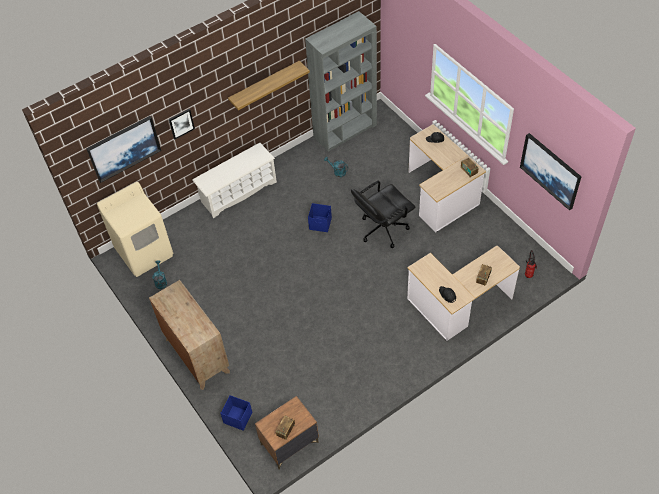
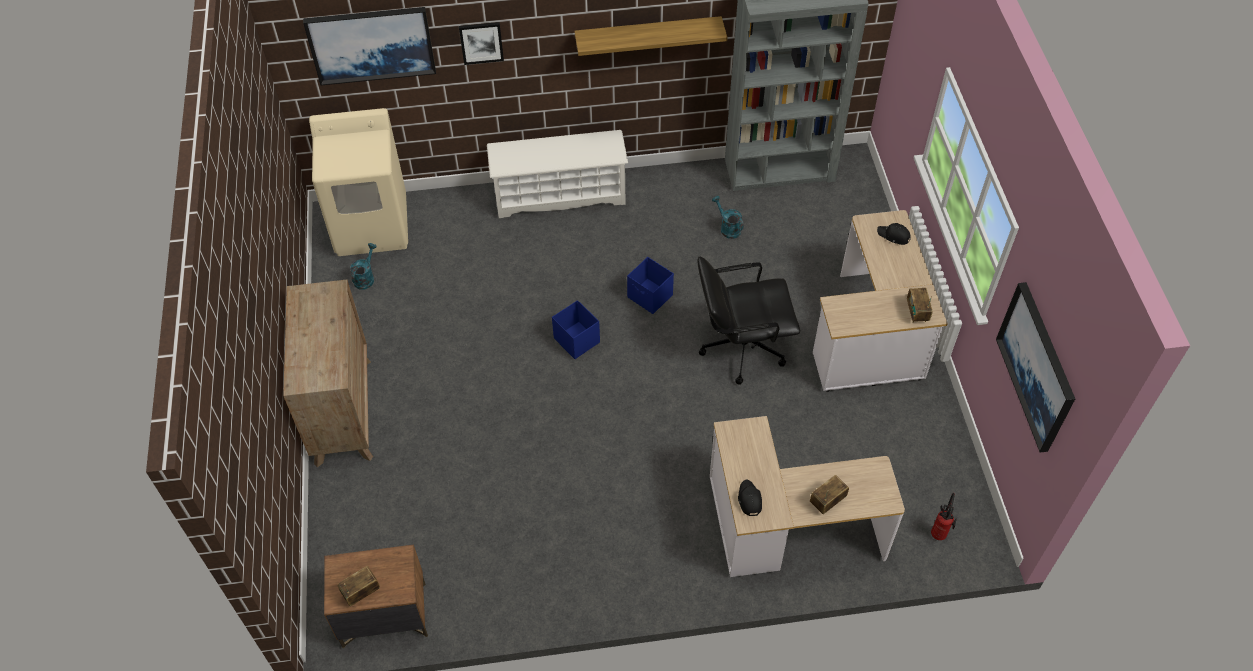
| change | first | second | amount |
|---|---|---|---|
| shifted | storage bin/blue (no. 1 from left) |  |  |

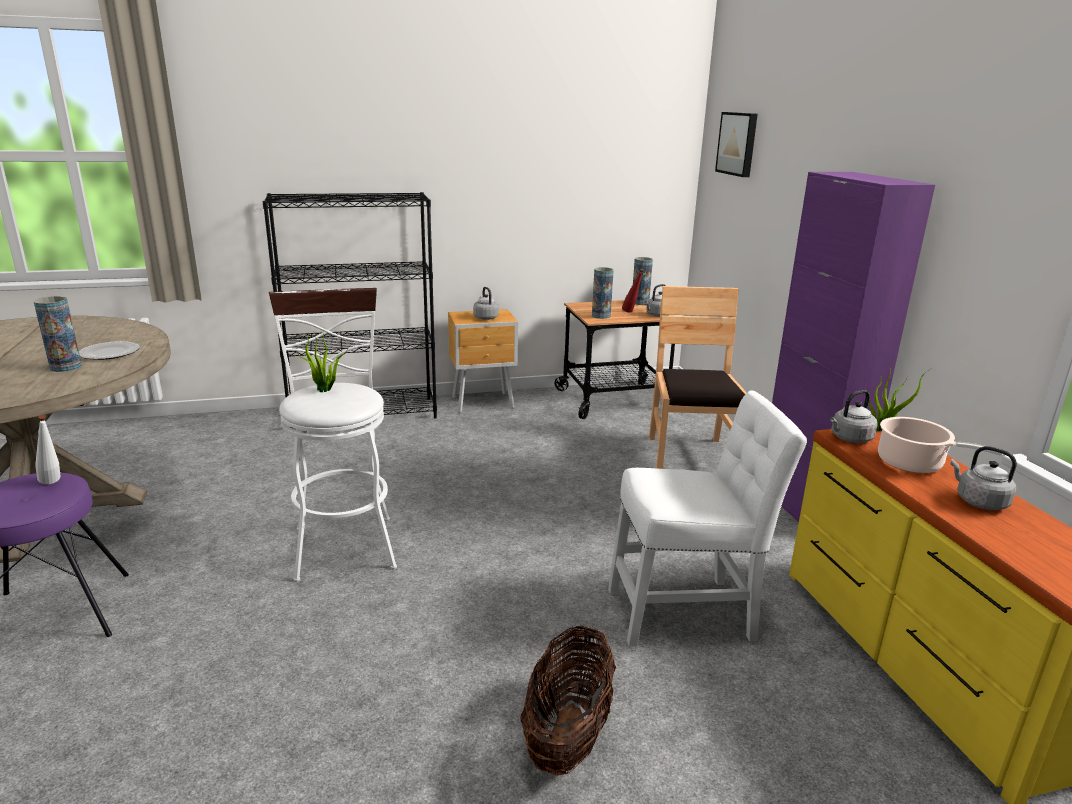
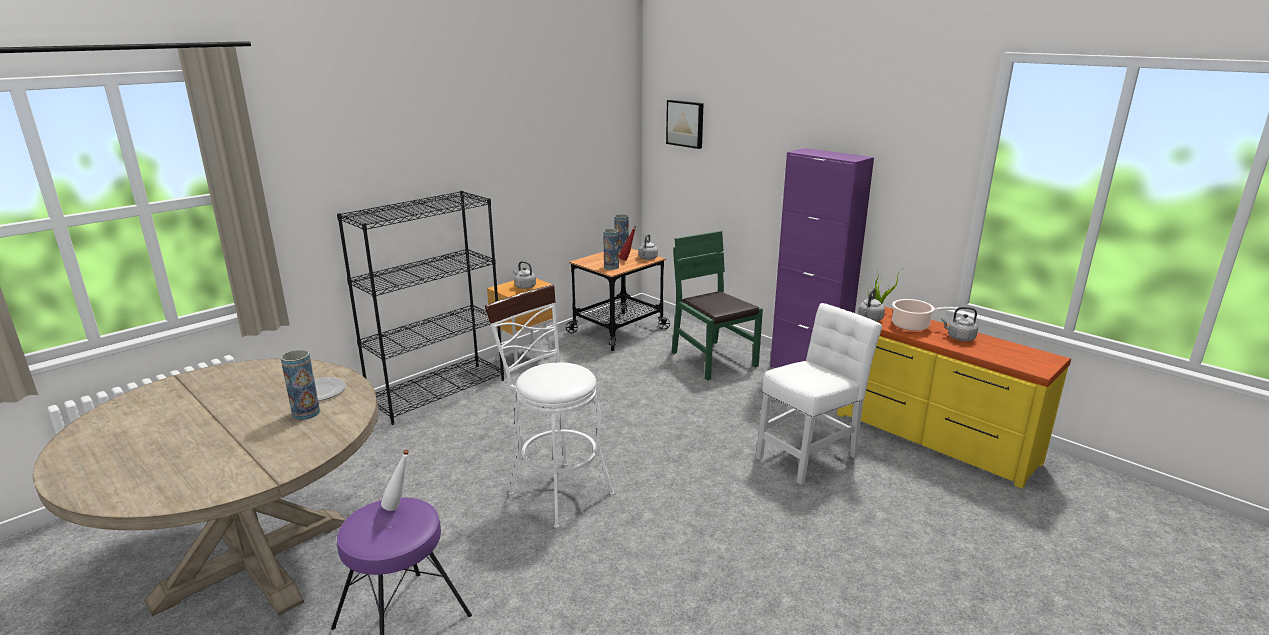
| change | first | second | amount |
|---|---|---|---|
| gone | plant in a pot (no. 1 from left) |  |  |
| gone | household basket |  |  |
| repainted | upright chair/brownish | upright chair/green-coloured |  |

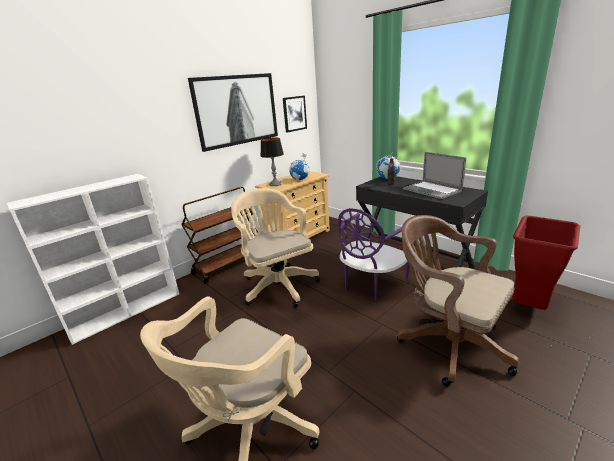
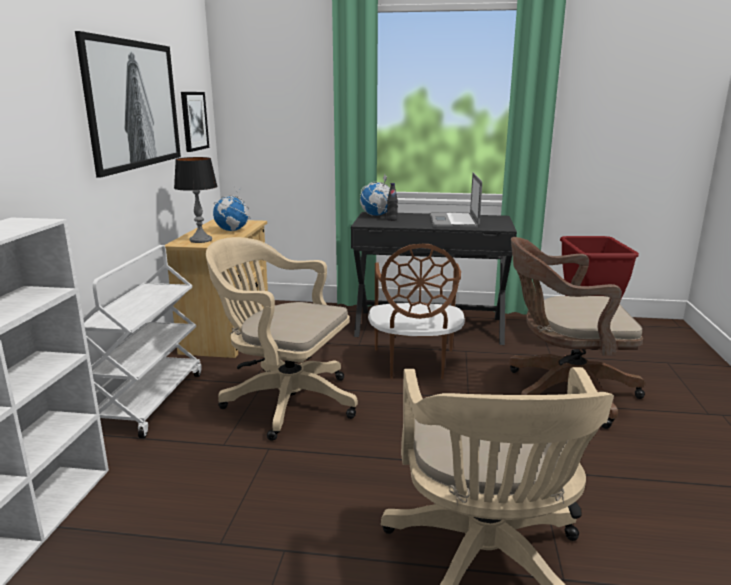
| change | first | second | amount |
|---|---|---|---|
| repainted | trolley/brownish | trolley/white-coloured |  |
| repainted | upright chair/purple | upright chair/brownish |  |
| rotated | laptop |  | 75 degrees clockwise |

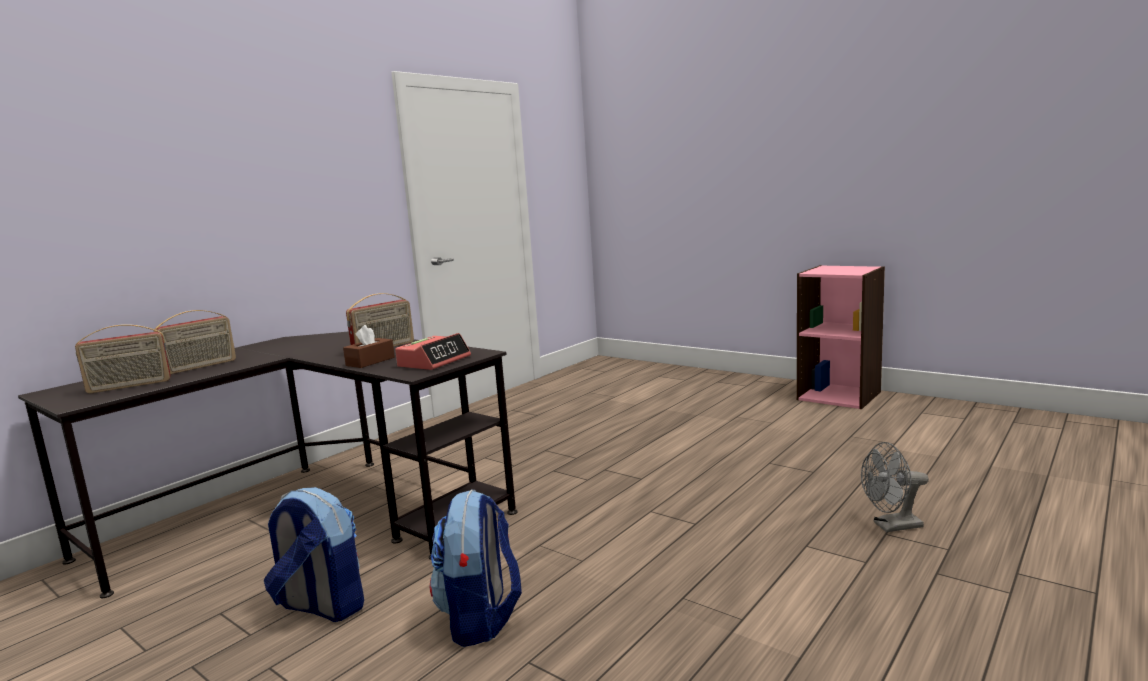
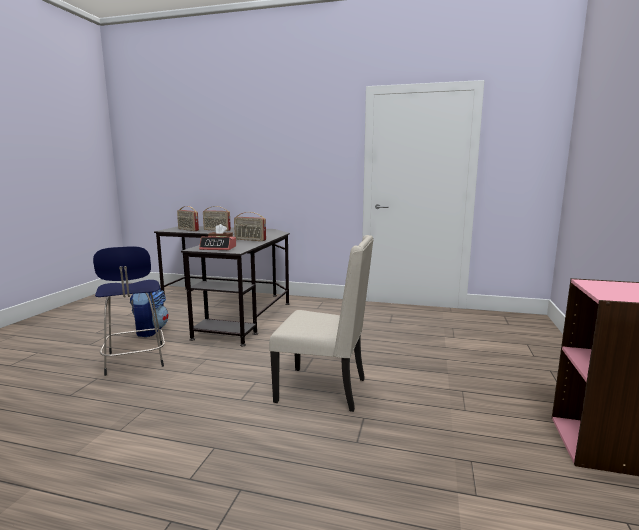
| change | first | second | amount |
|---|---|---|---|
| gone | fan/greyish |  |  |
| new |  | upright chair/beige |  |
| swapped | knapsack (no. 2 from left) | stool seat/blue |  |

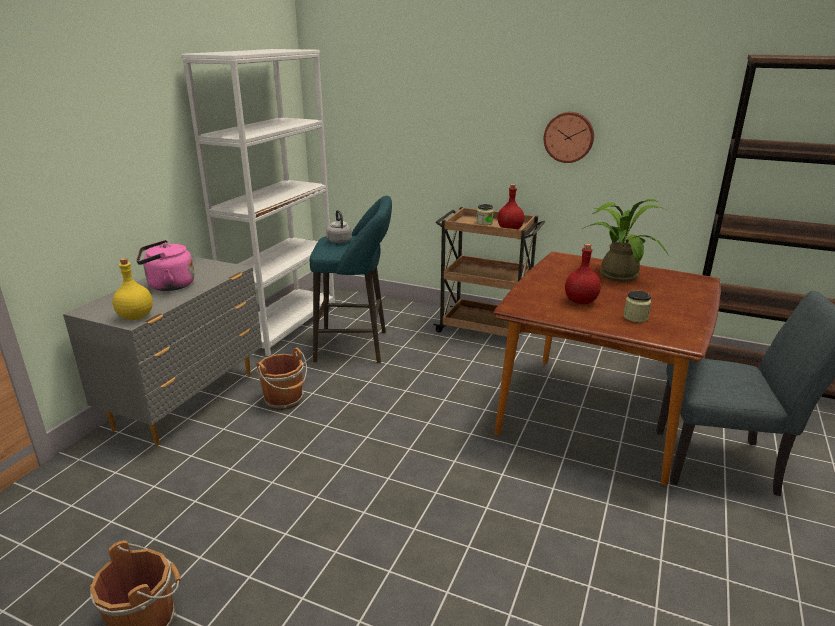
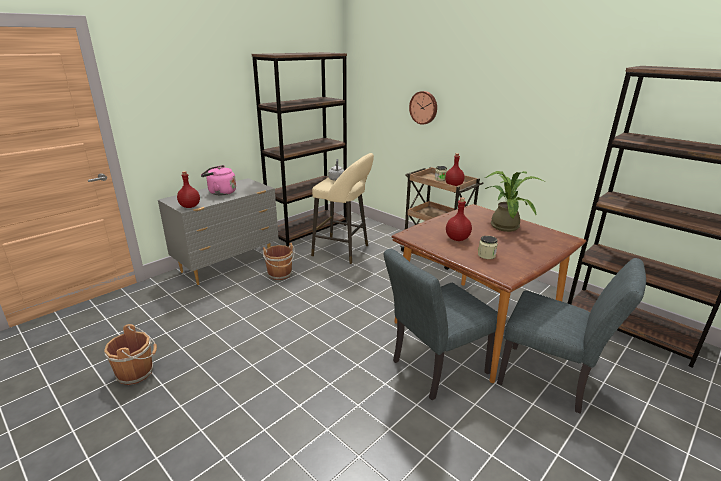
| change | first | second | amount |
|---|---|---|---|
| new |  | upright chair/greyish (no. 1 from left) |  |
| shifted | hanging clock |  |  |
| repainted | beverage bottle/yellow | beverage bottle/red (no. 1 from left) |  |
| repainted | bookshelf/white-coloured | bookshelf/brownish (no. 1 from left) |  |
| repainted | stool seat/turquoise-coloured | stool seat/beige |  |

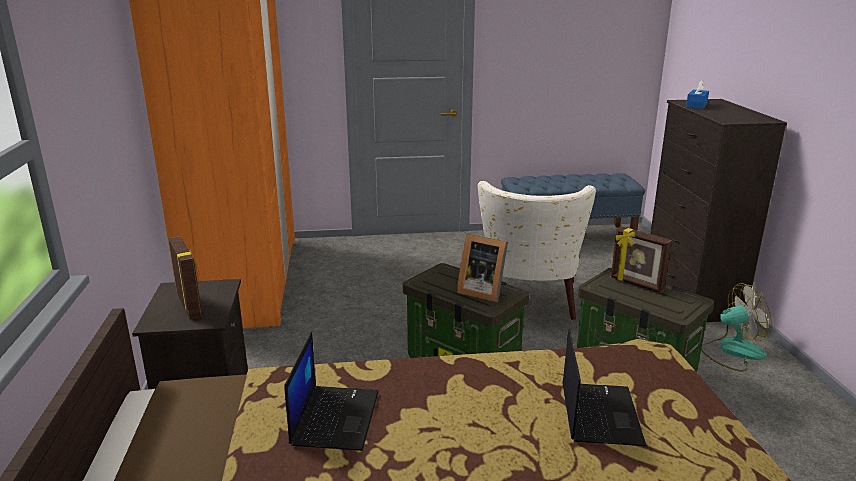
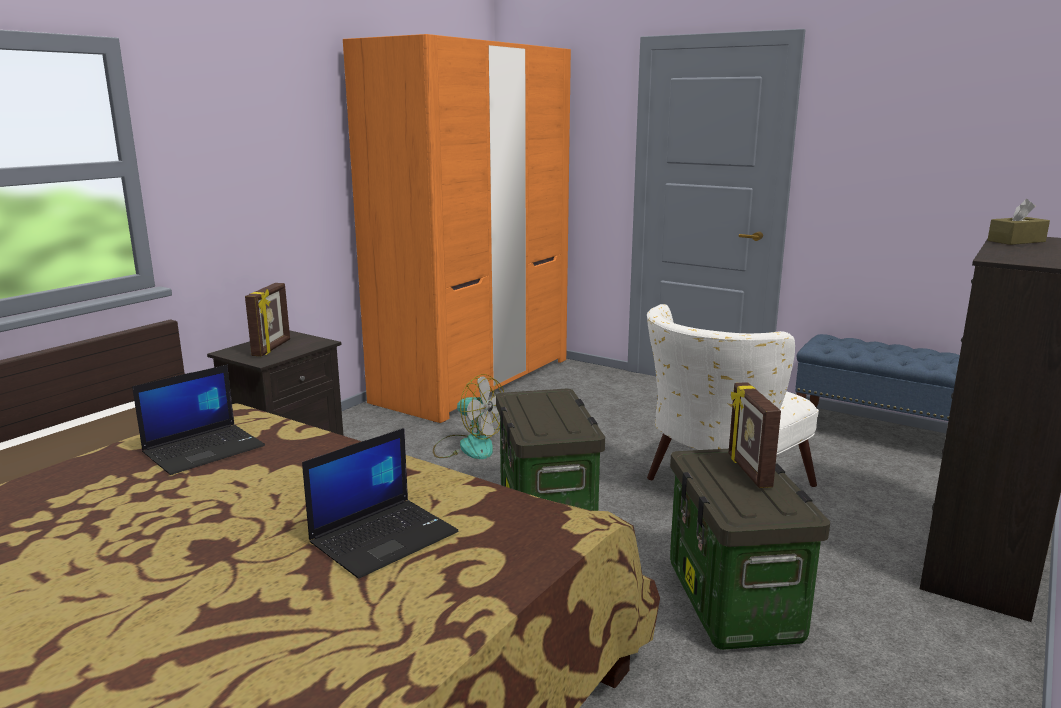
| change | first | second | amount |
|---|---|---|---|
| gone | photo frame (no. 2 from left) |  |  |
| shifted | fan |  |  |
| repainted | tissue box/blue | tissue box/brownish |  |

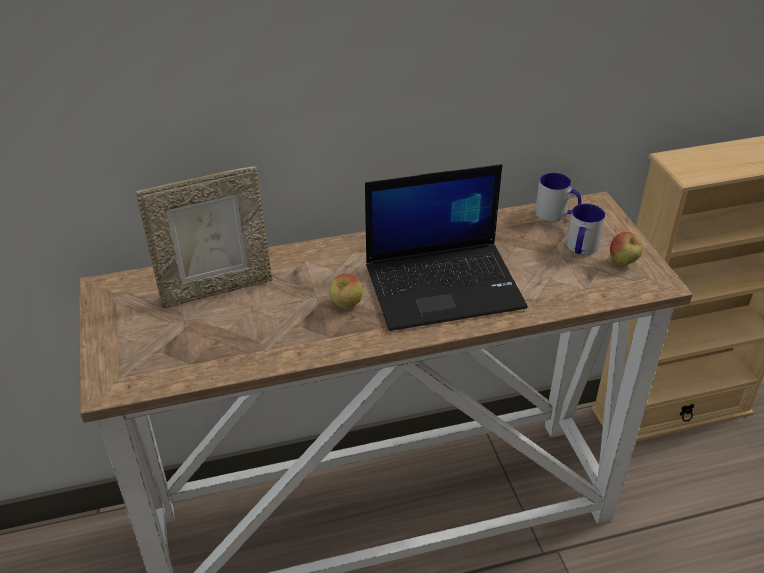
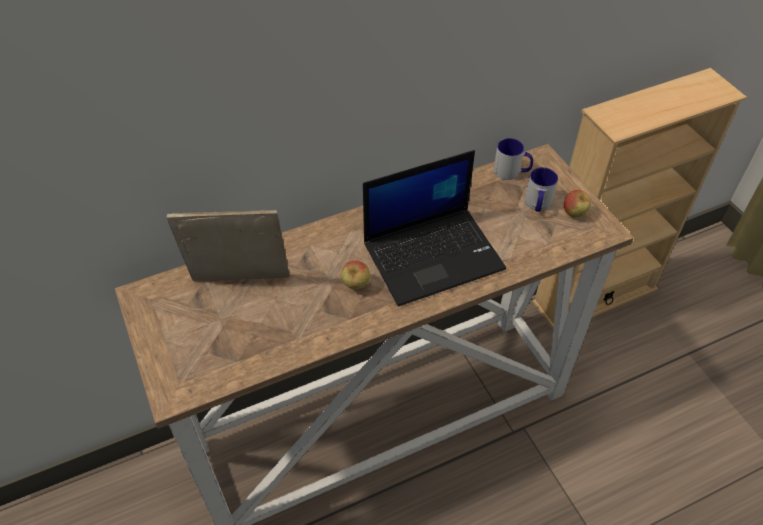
| change | first | second | amount |
|---|---|---|---|
| rotated | photo frame |  | 150 degrees counterclockwise |

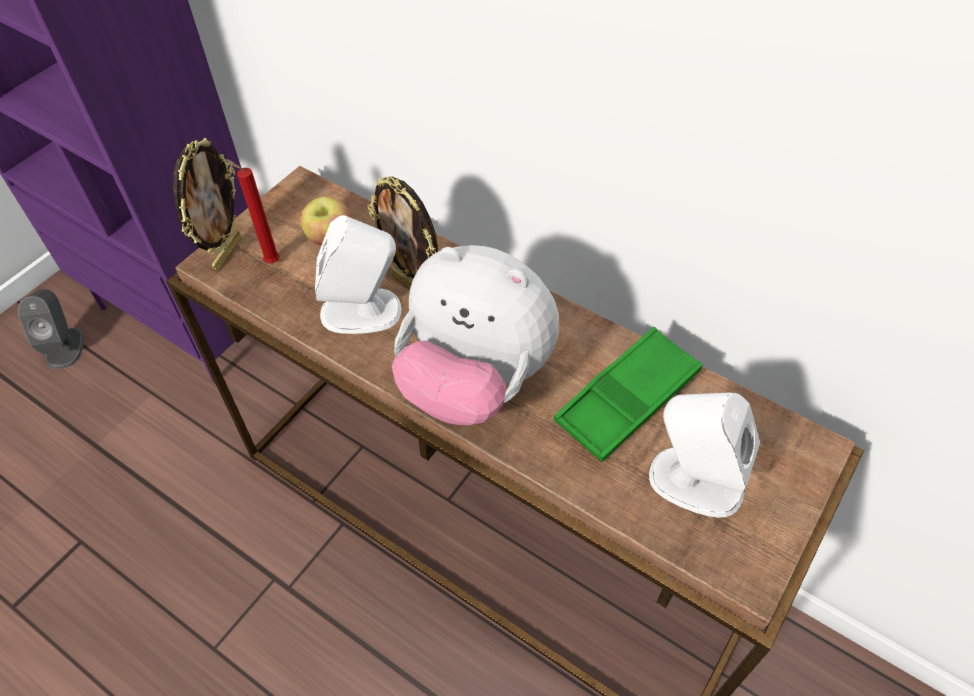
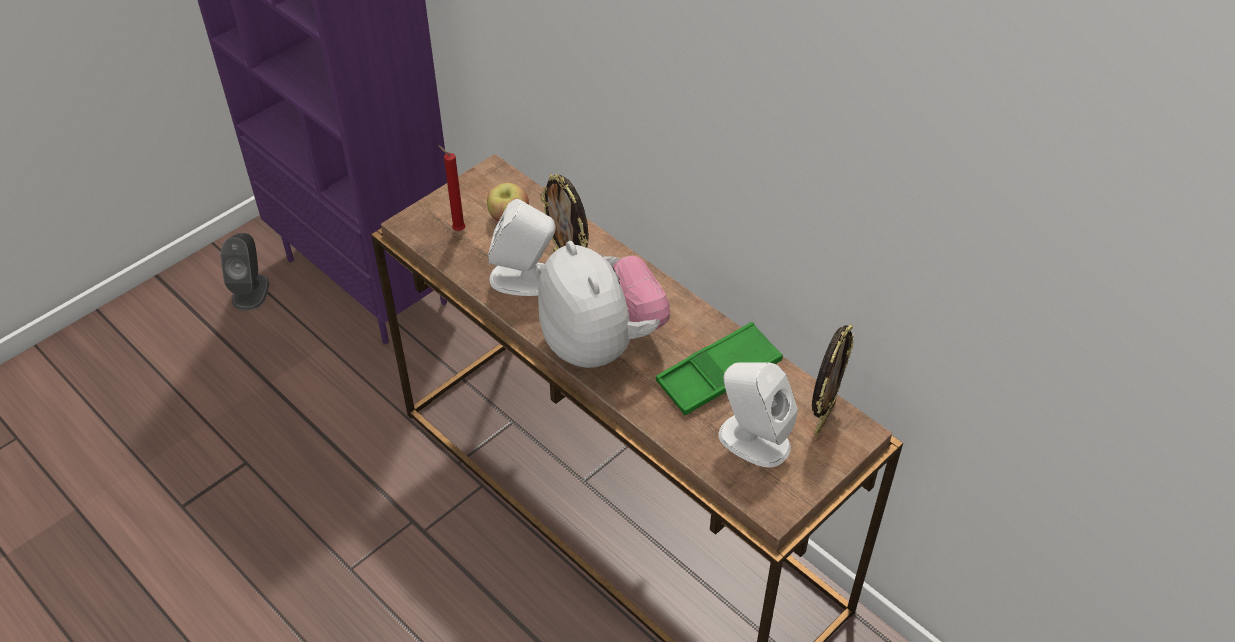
| change | first | second | amount |
|---|---|---|---|
| shifted | photo frame (no. 1 from left in the first image) | photo frame (no. 2 from left) |  |
| rotated | cuddly toy |  | 150 degrees counterclockwise |

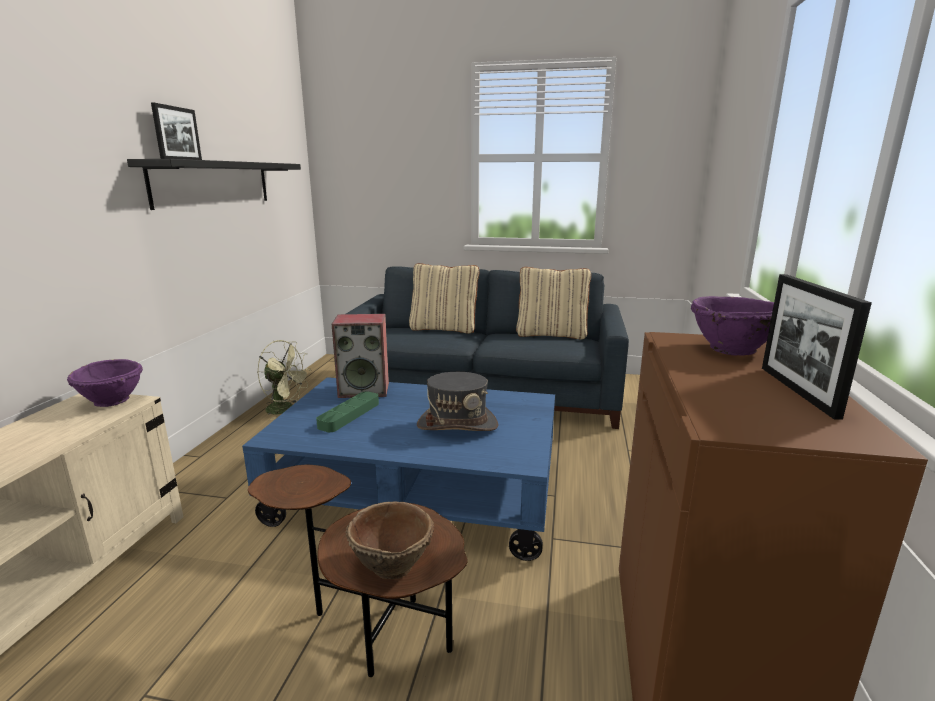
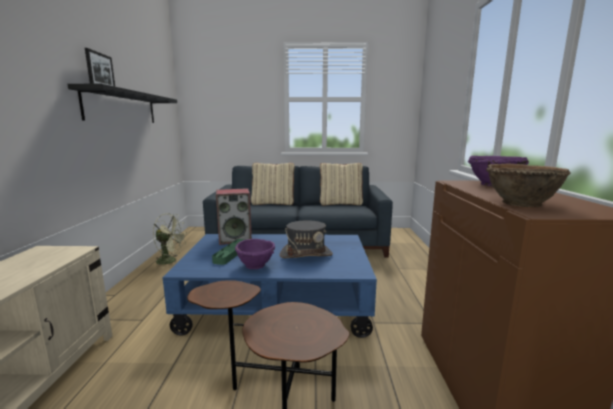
| change | first | second | amount |
|---|---|---|---|
| gone | photo frame (no. 2 from left) |  |  |
| shifted | bowl/purple (no. 1 from left) |  |  |
| shifted | bowl/brownish |  |  |

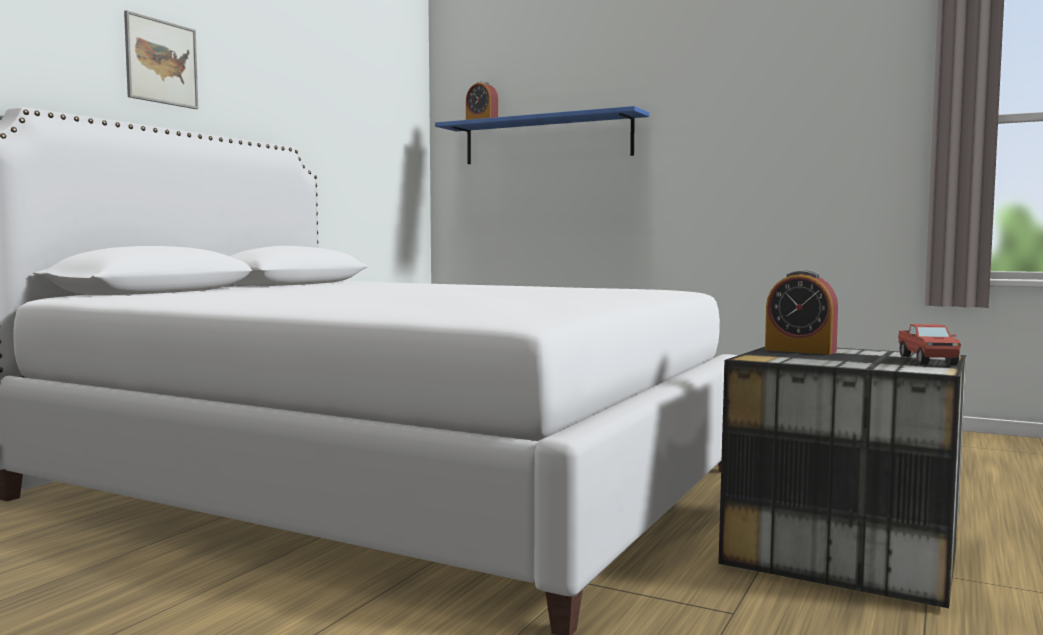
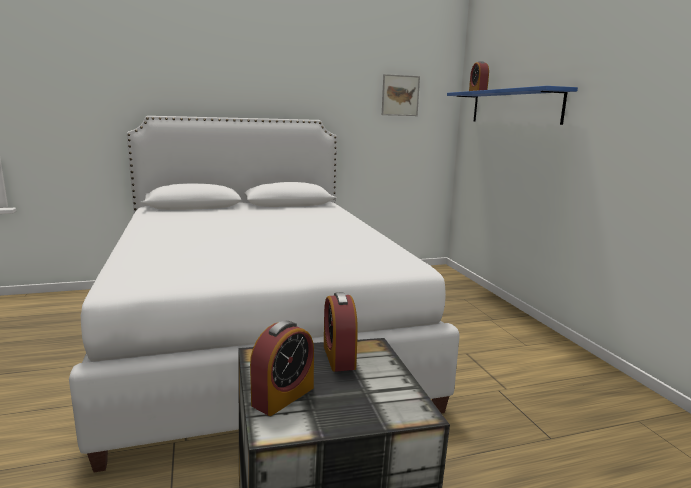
| change | first | second | amount |
|---|---|---|---|
| gone | toy lorry |  |  |
| new |  | table clock (no. 1 from left) |  |
| shifted | wall art |  |  |

